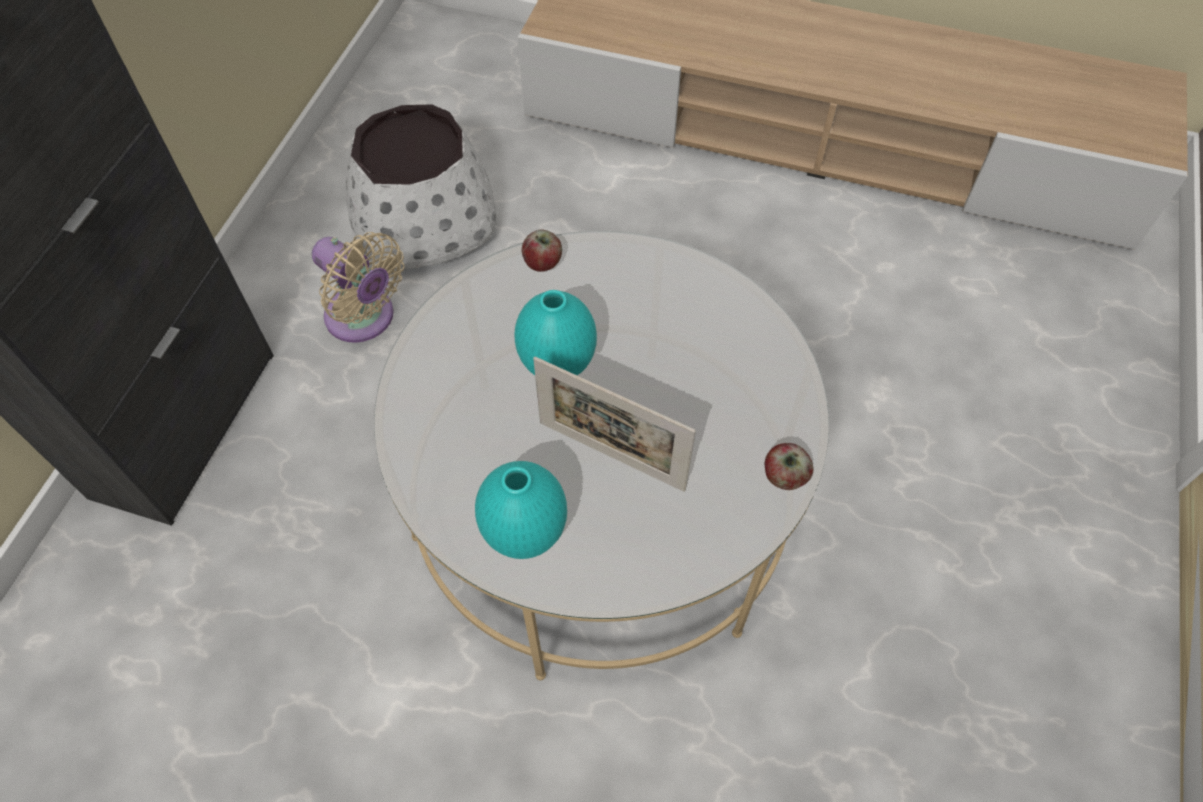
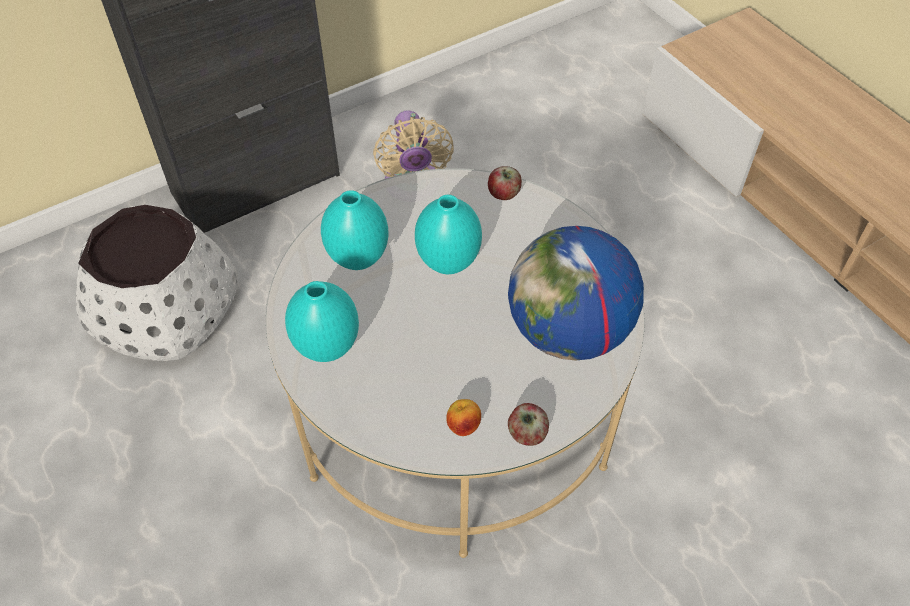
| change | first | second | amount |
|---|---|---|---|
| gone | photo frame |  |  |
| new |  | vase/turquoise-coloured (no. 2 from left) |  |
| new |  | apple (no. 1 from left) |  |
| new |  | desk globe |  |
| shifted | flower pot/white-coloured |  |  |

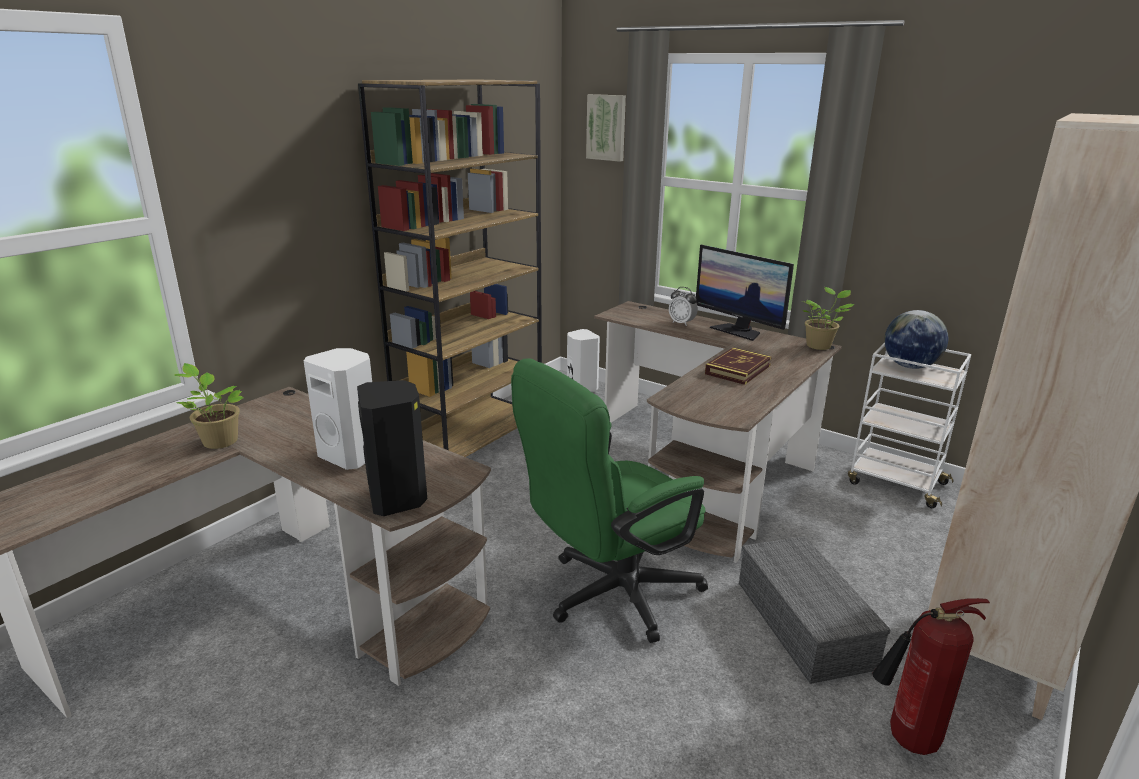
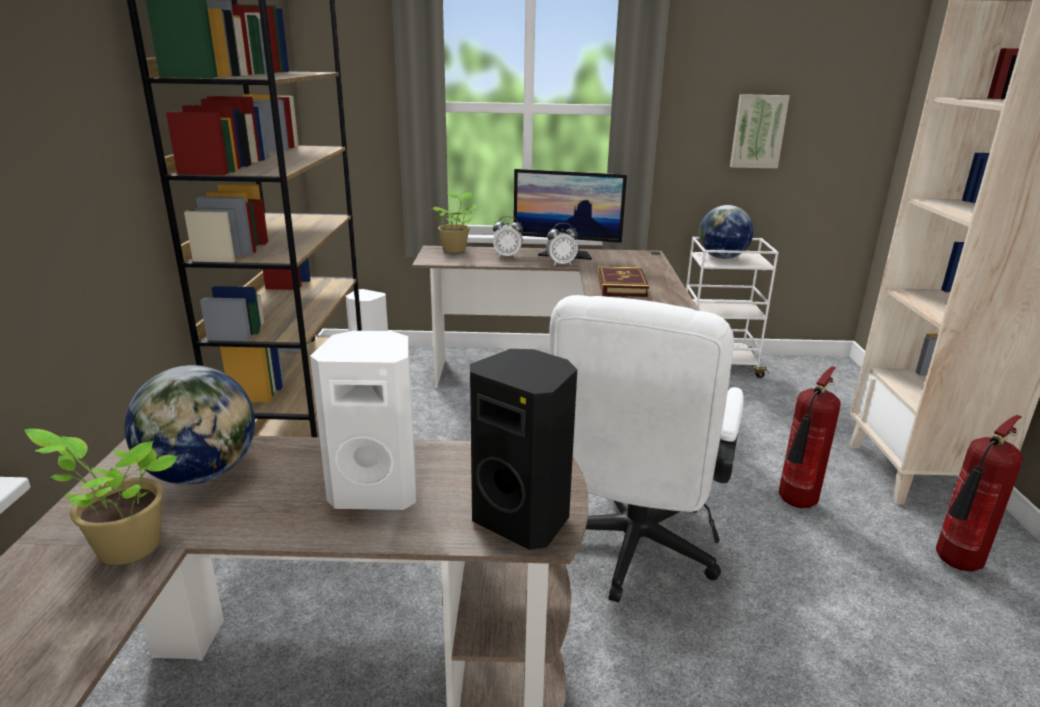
| change | first | second | amount |
|---|---|---|---|
| new |  | desk globe (no. 1 from left) |  |
| new |  | table clock (no. 2 from left) |  |
| shifted | wall art |  |  |
| shifted | plant in a pot (no. 2 from left) |  |  |
| swapped | storage bin/greyish | extinguisher (no. 1 from left) |  |
| repainted | computer chair/green-coloured | computer chair/white-coloured |  |

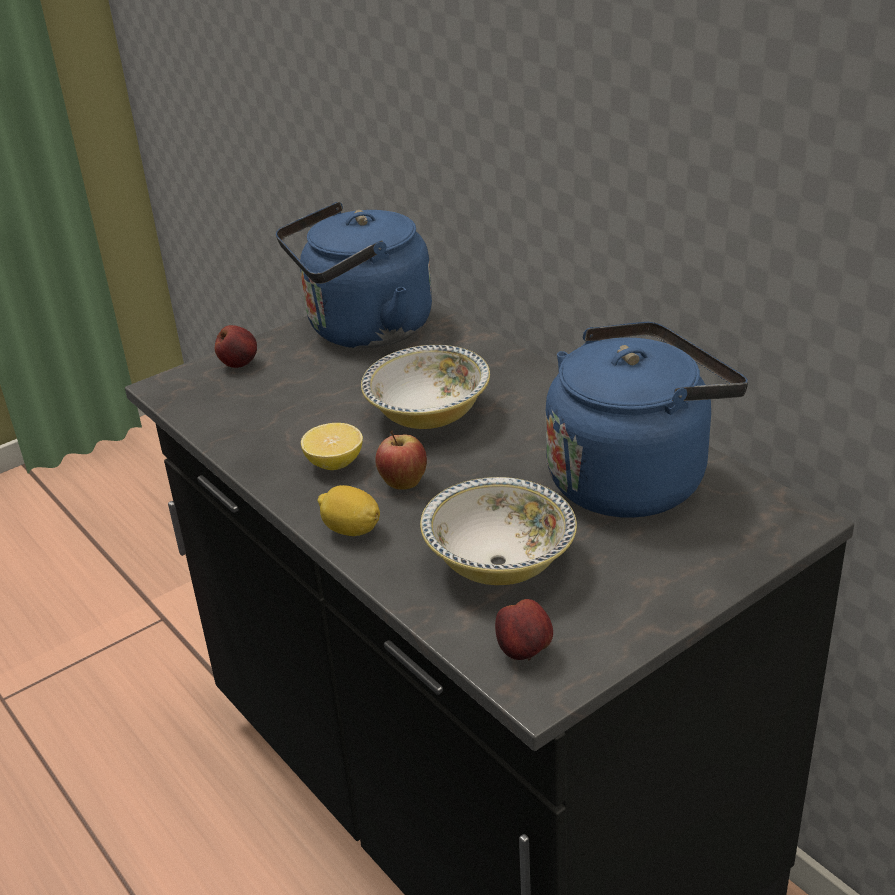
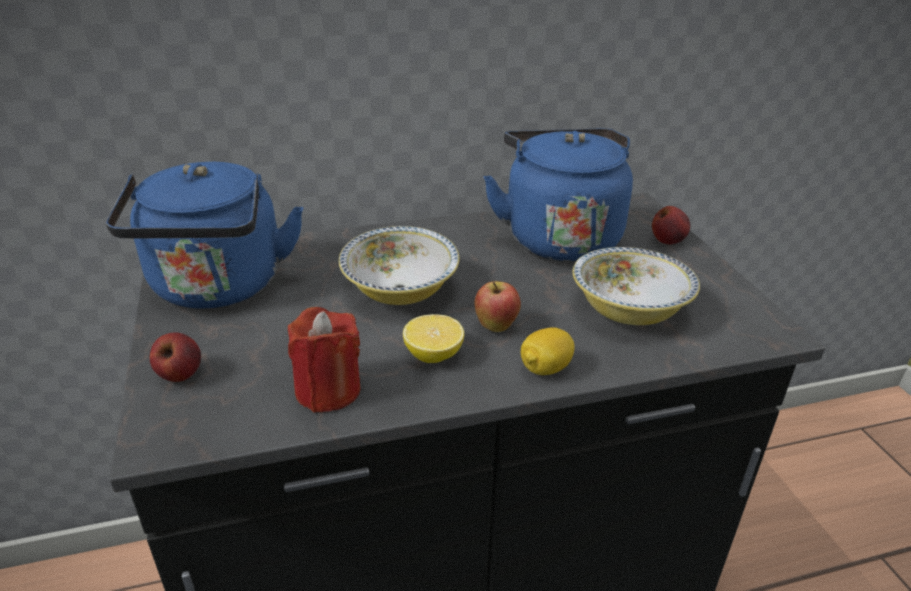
| change | first | second | amount |
|---|---|---|---|
| new |  | wax light/red |  |
| shifted | apple (no. 3 from left) |  |  |

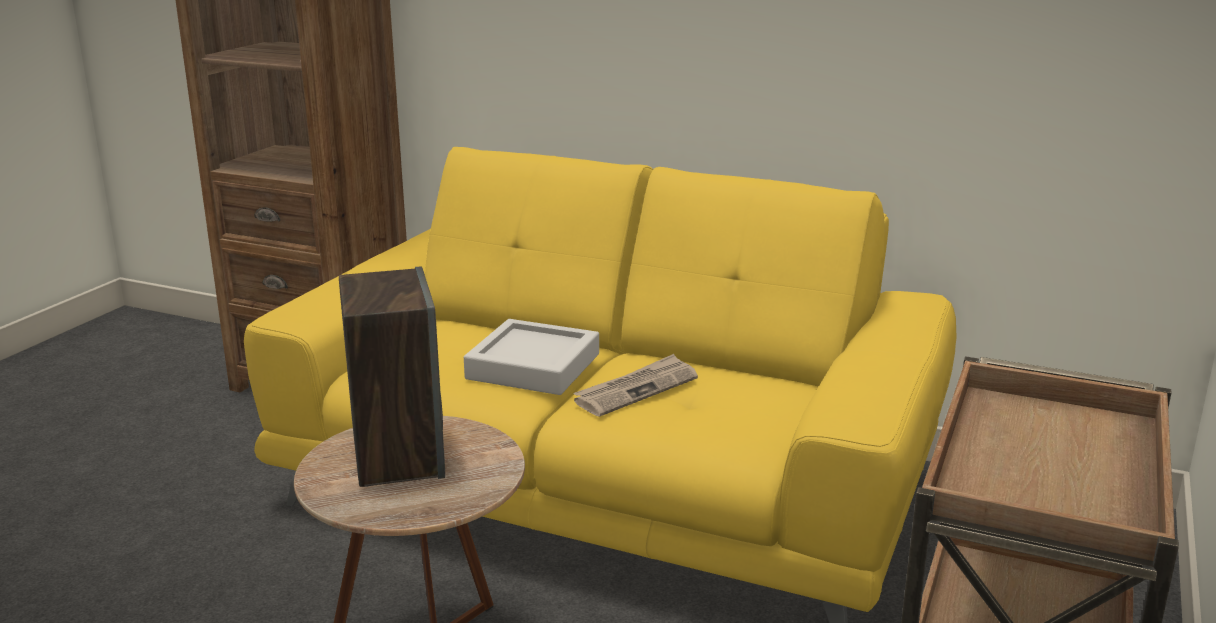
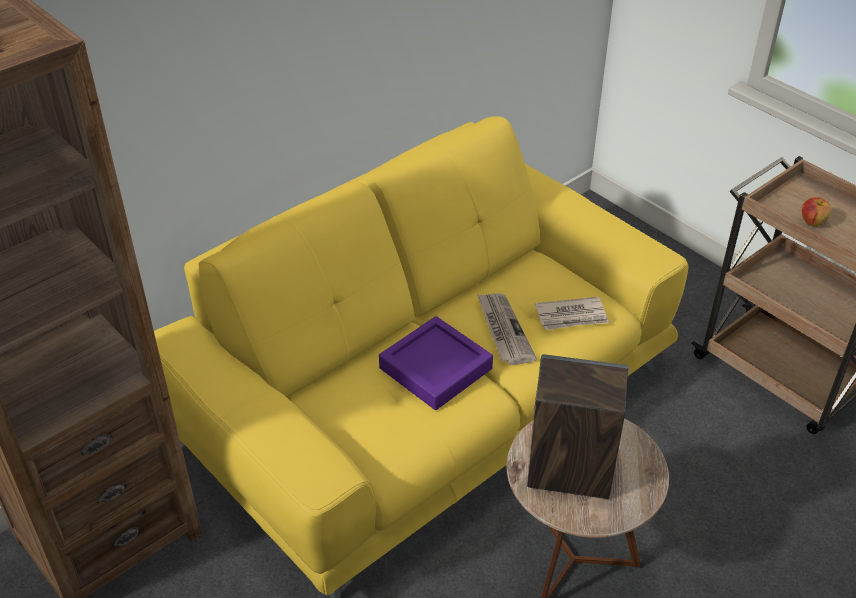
| change | first | second | amount |
|---|---|---|---|
| new |  | daily paper (no. 2 from left) |  |
| new |  | apple |  |
| repainted | carrying tray/greyish | carrying tray/purple |  |

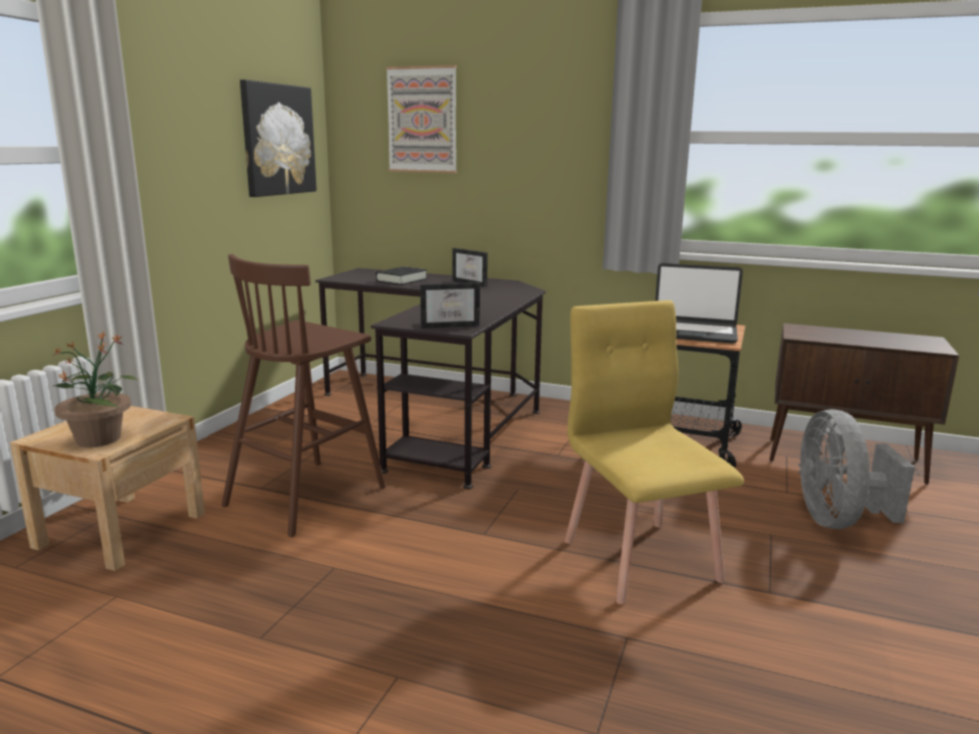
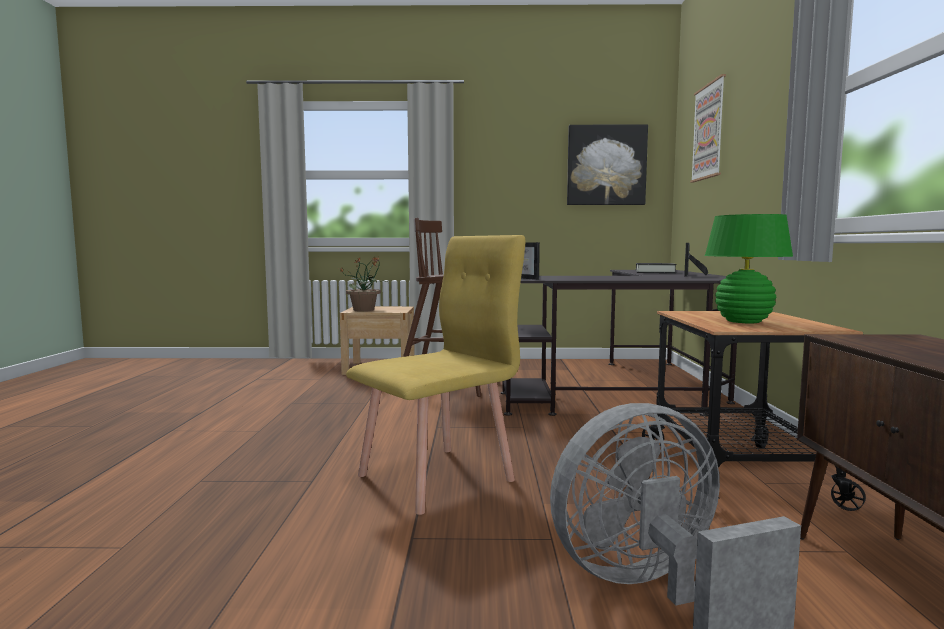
| change | first | second | amount |
|---|---|---|---|
| swapped | laptop | tabletop lamp/green-coloured |  |

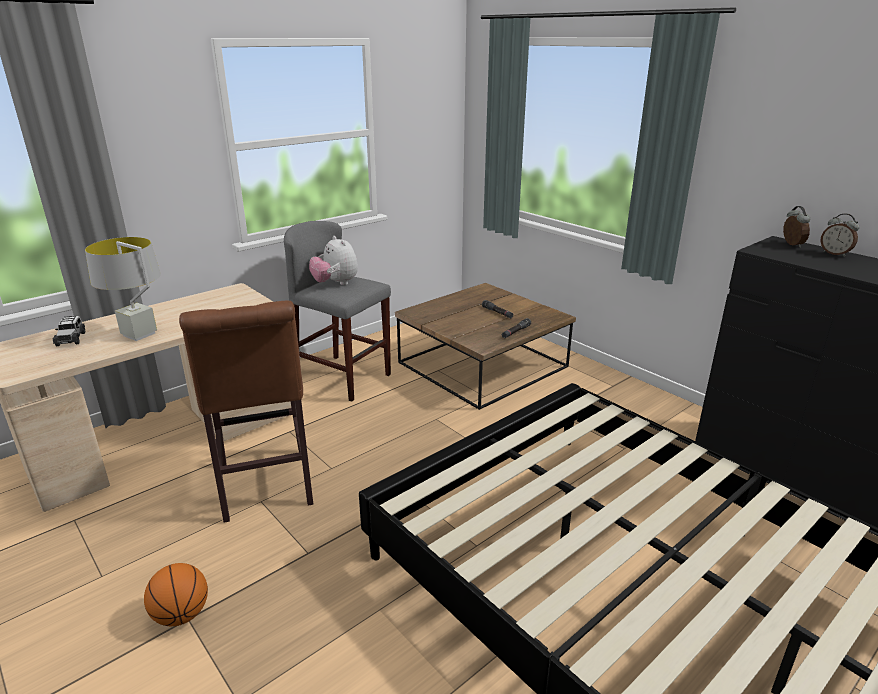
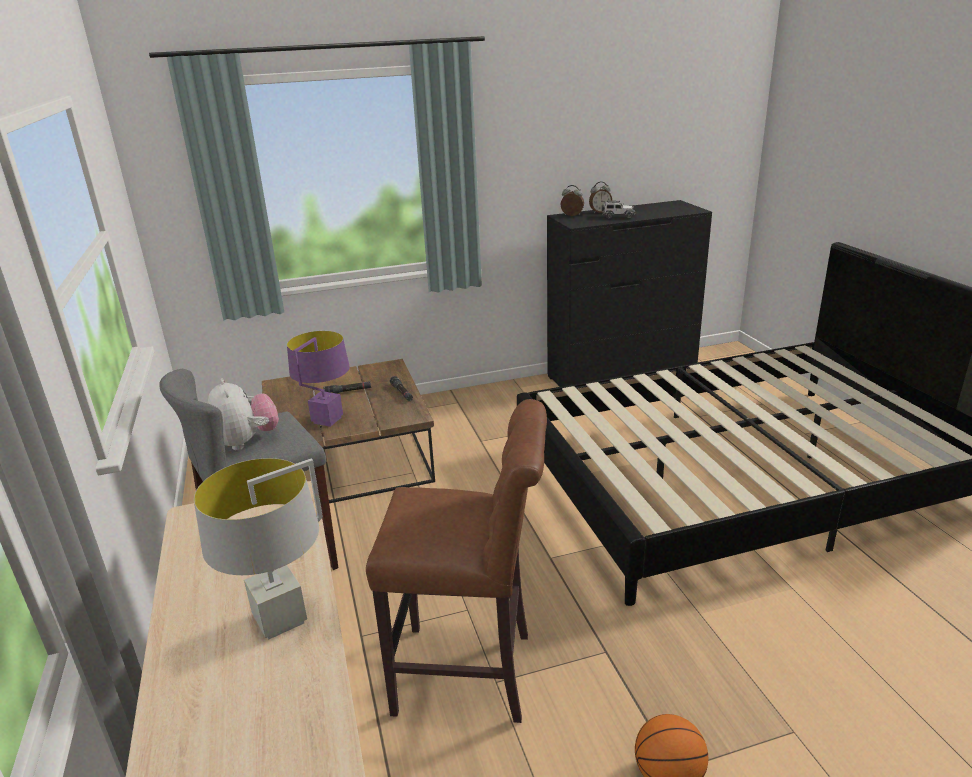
| change | first | second | amount |
|---|---|---|---|
| new |  | tabletop lamp/purple |  |
| shifted | model car |  |  |
| rotated | cuddly toy |  | 105 degrees counterclockwise |

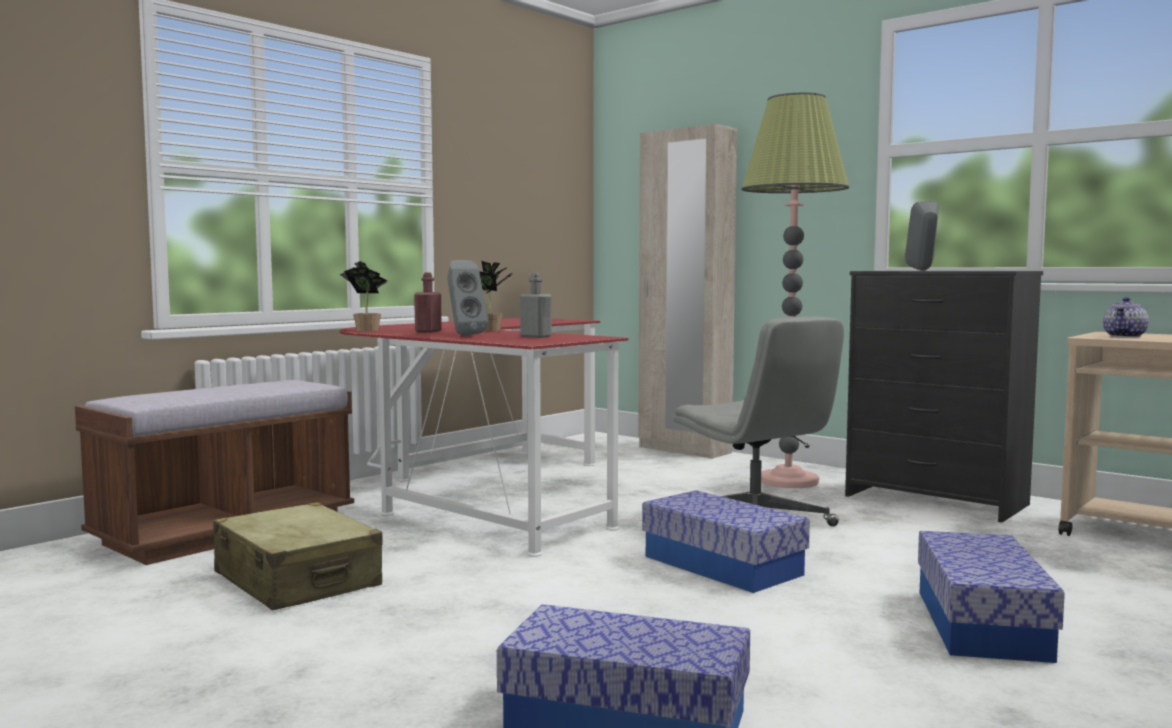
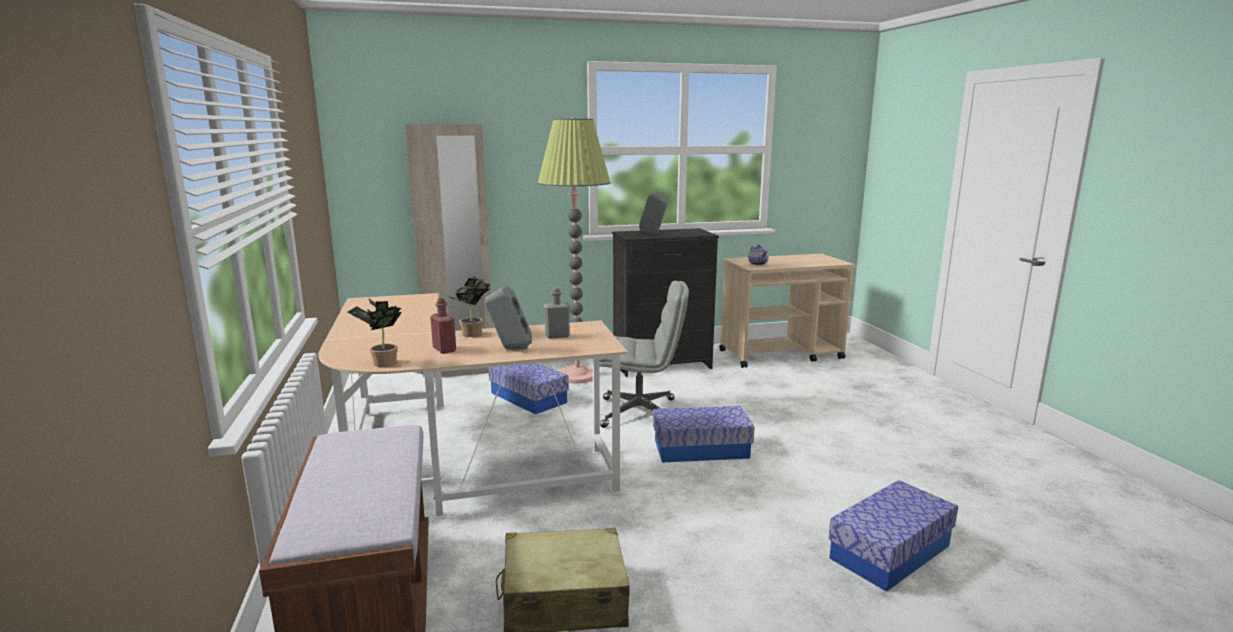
| change | first | second | amount |
|---|---|---|---|
| shifted | storage bin (no. 3 from left in the first image) | storage bin (no. 1 from left) |  |
| repainted | desk table/red | desk table/beige |  |

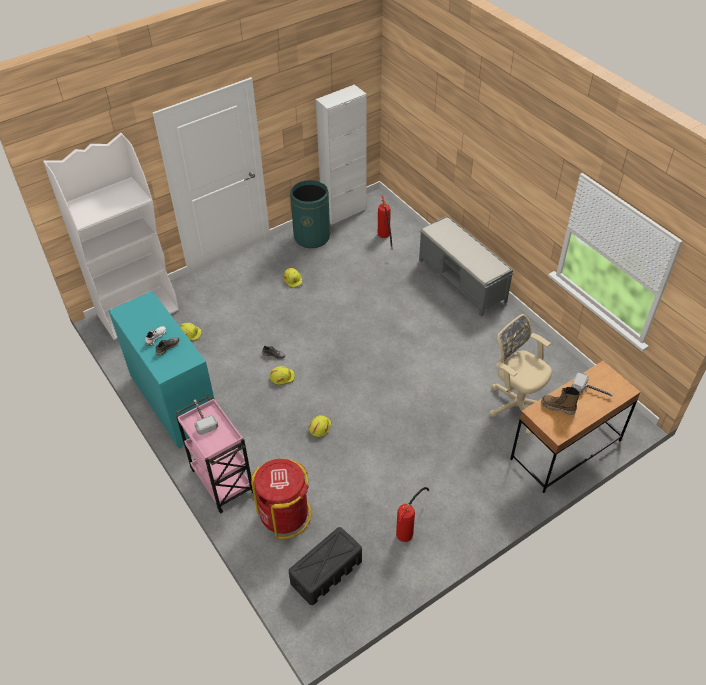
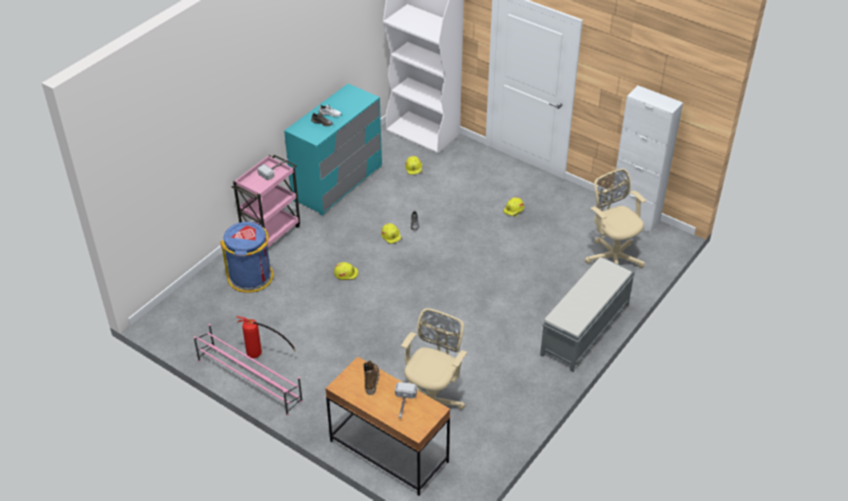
| change | first | second | amount |
|---|---|---|---|
| gone | storage bin/black |  |  |
| gone | trash can/green-coloured |  |  |
| new |  | shoe shelf/pinkish |  |
| swapped | extinguisher (no. 1 from left) | computer chair/beige (no. 2 from left) |  |
| repainted | trash can/red | trash can/blue |  |

